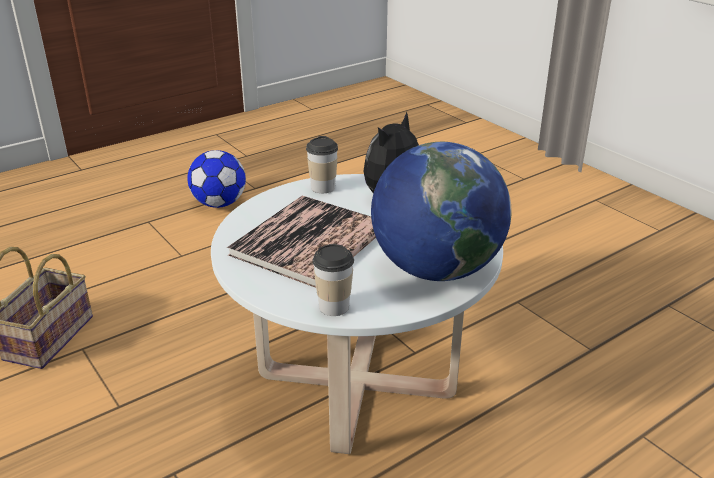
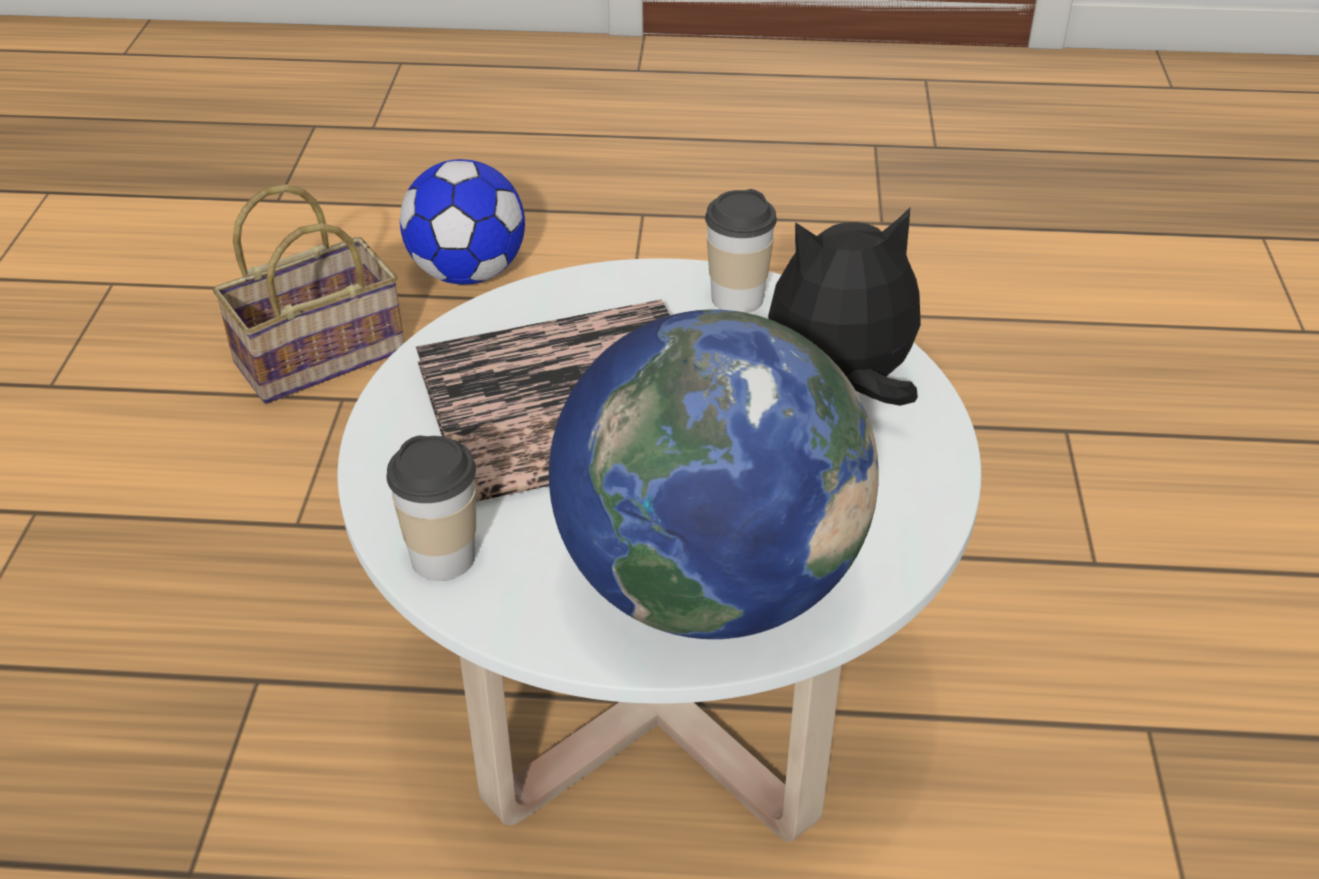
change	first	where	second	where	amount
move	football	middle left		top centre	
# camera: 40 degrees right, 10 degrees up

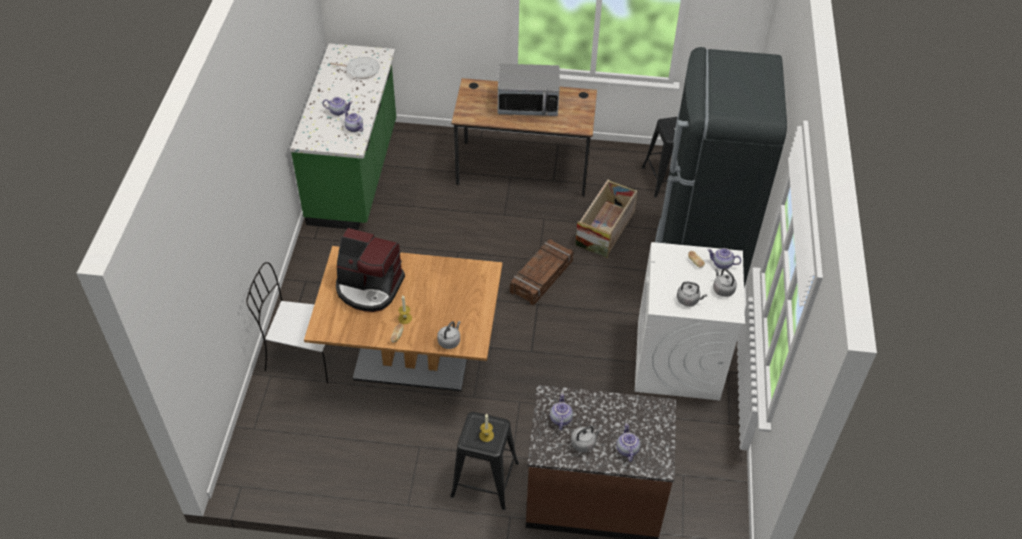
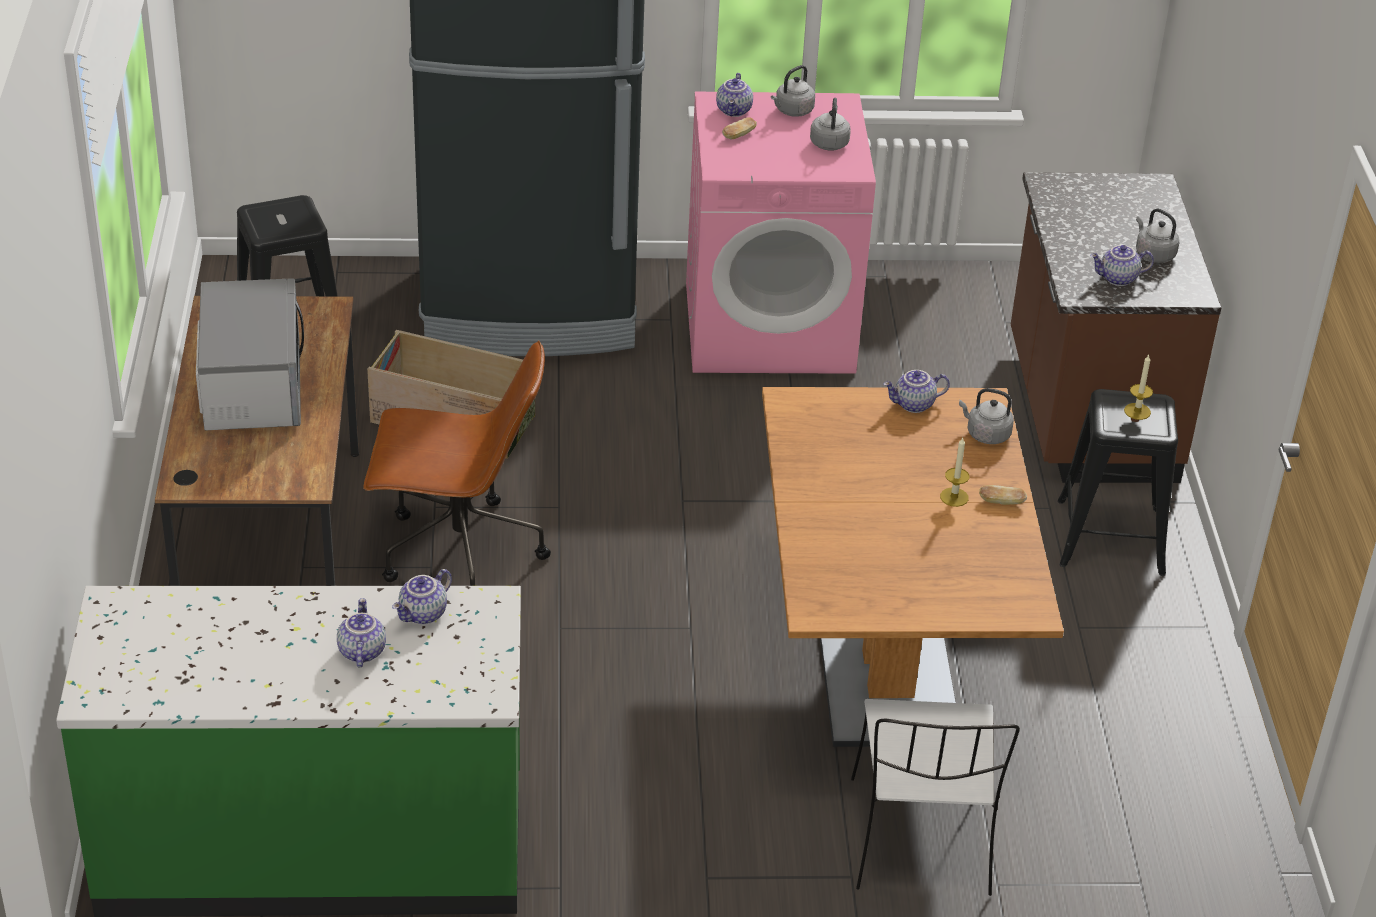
change	first	where	second	where	amount
delete	frying pan	top centre			
delete	coffee machine	centre			
delete	crate (1st from left)	centre			
move	teapot (4th from left)	bottom centre		centre	
recolor	washing machine/white	middle right	washing machine/pink	top centre	
insert			office chair/brown	middle left	
# camera: 100 degrees left, 10 degrees down

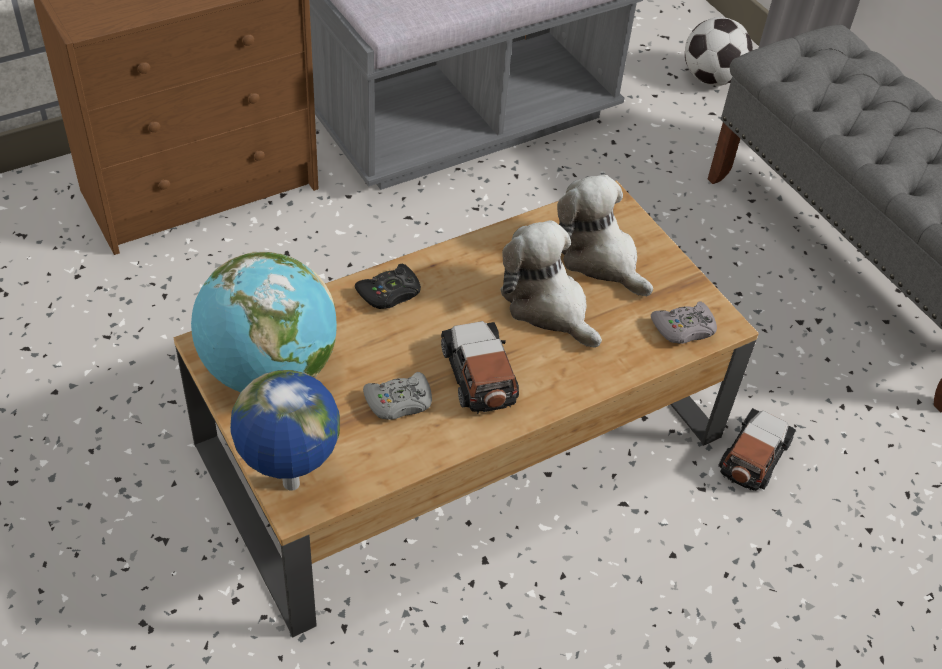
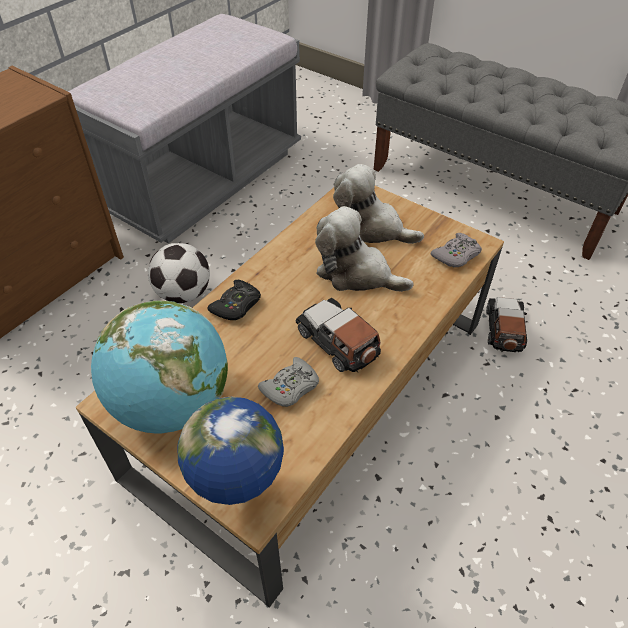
change	first	where	second	where	amount
move	football	top right		middle left	
# camera: 20 degrees left, 0 degrees up

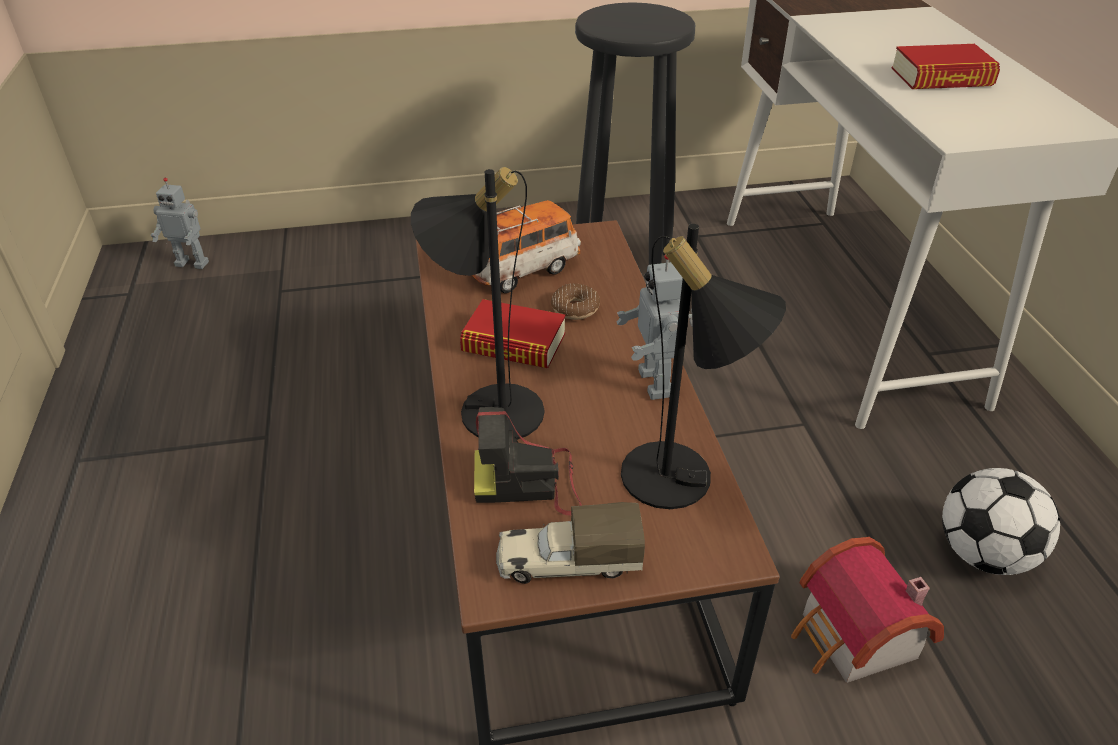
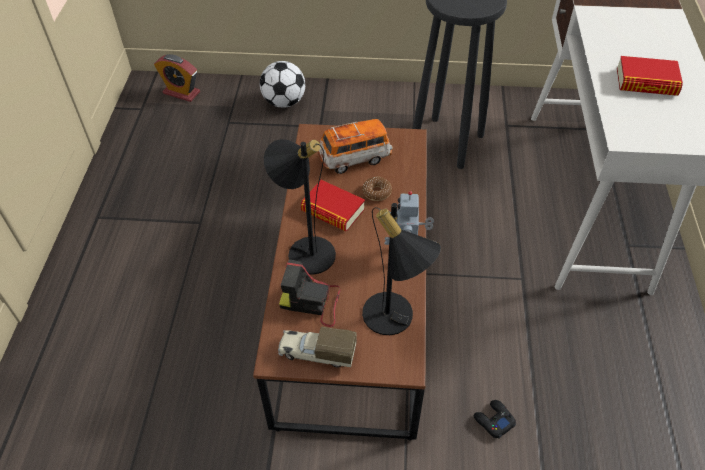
change	first	where	second	where	amount
replace	toy robot (1st from left)	top left	alarm clock	top left	
replace	toy house	bottom right	game controller/black	bottom right	
move	football	bottom right		top centre	
# camera: 15 degrees right, 10 degrees up

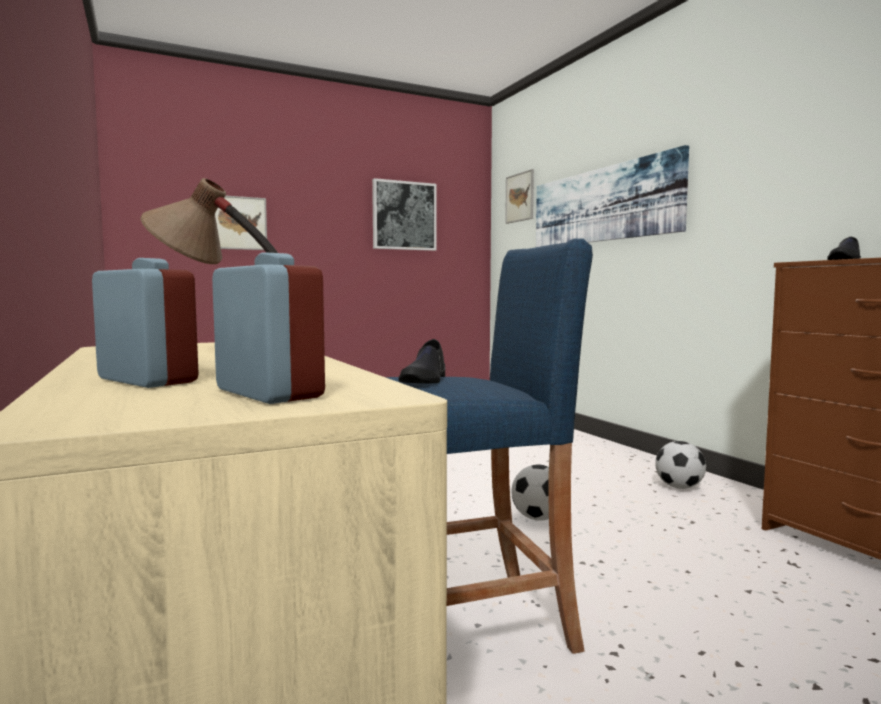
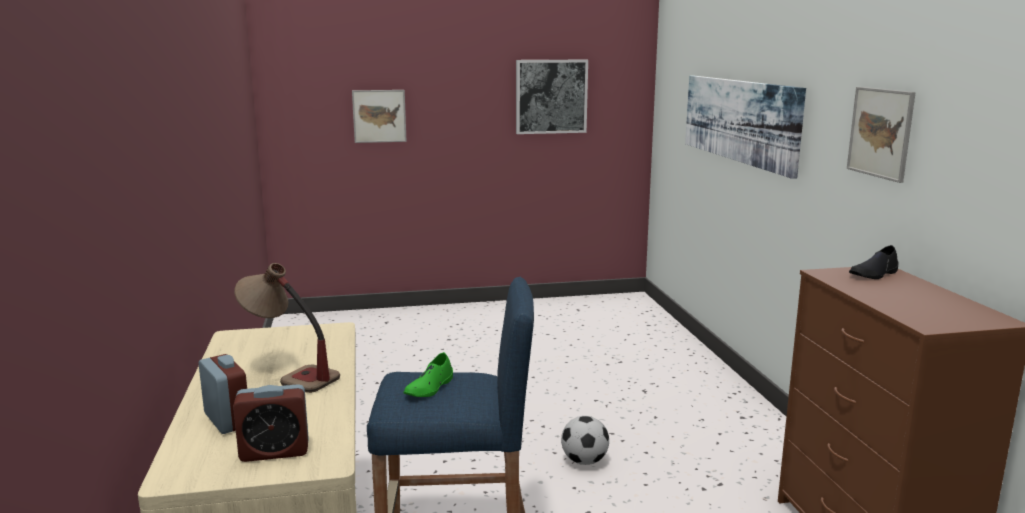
change	first	where	second	where	amount
rotate	alarm clock (2nd from left)	middle left		bottom left	105 degrees clockwise
recolor	shoe/black (1st from left)	centre	shoe/green	bottom centre	
move	picture (3rd from left in the first image)	top centre	picture (4th from left)	top right	
delete	football (2nd from left)	middle right			
# camera: 15 degrees right, 10 degrees up

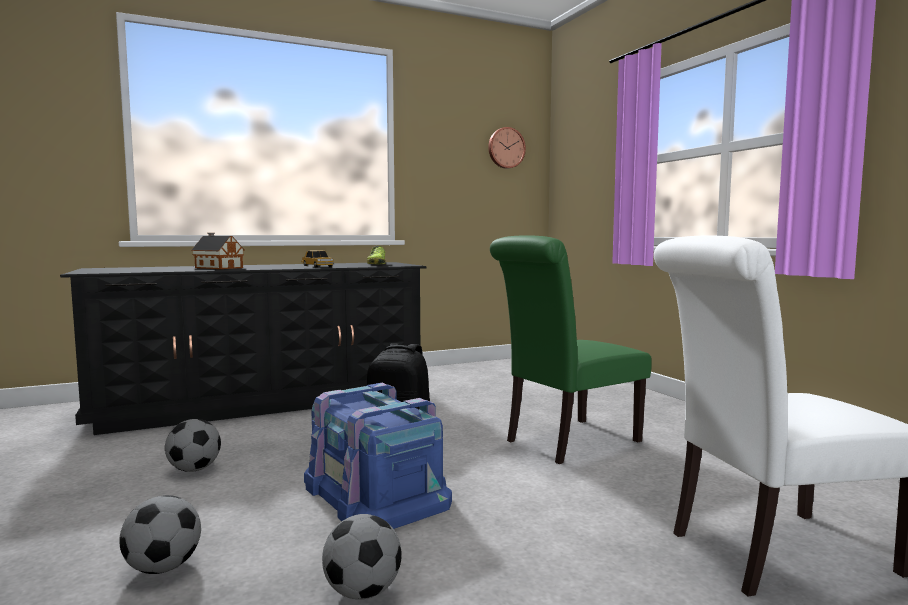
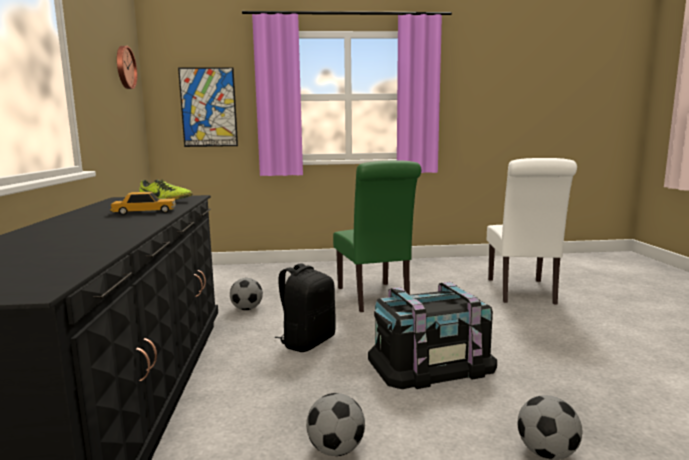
change	first	where	second	where	amount
delete	toy house	middle left			
recolor	storage box/blue	bottom centre	storage box/black	bottom centre	
move	football (3rd from left in the first image)	bottom centre	football (1st from left)	centre	
insert			picture	top left	
# camera: 70 degrees left, 5 degrees up

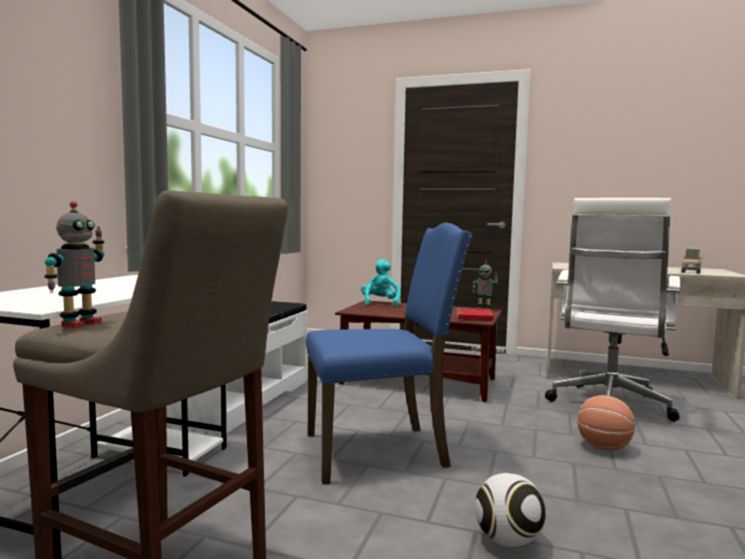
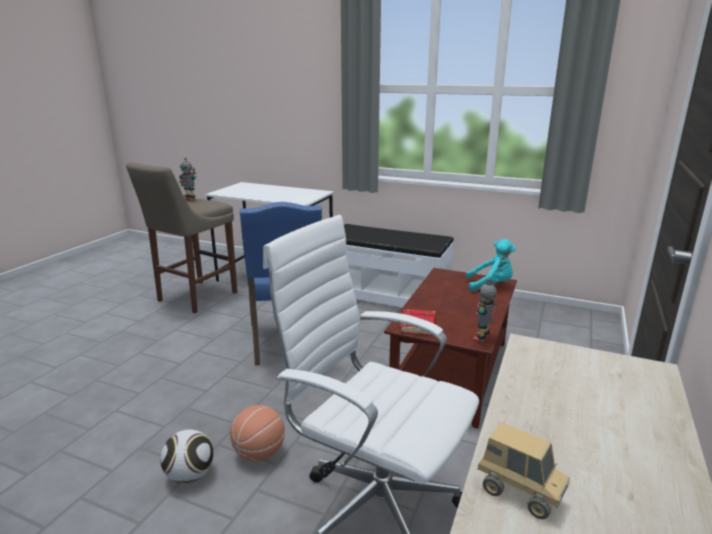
change	first	where	second	where	amount
move	football	bottom right		bottom left	
# camera: 95 degrees right, 15 degrees up

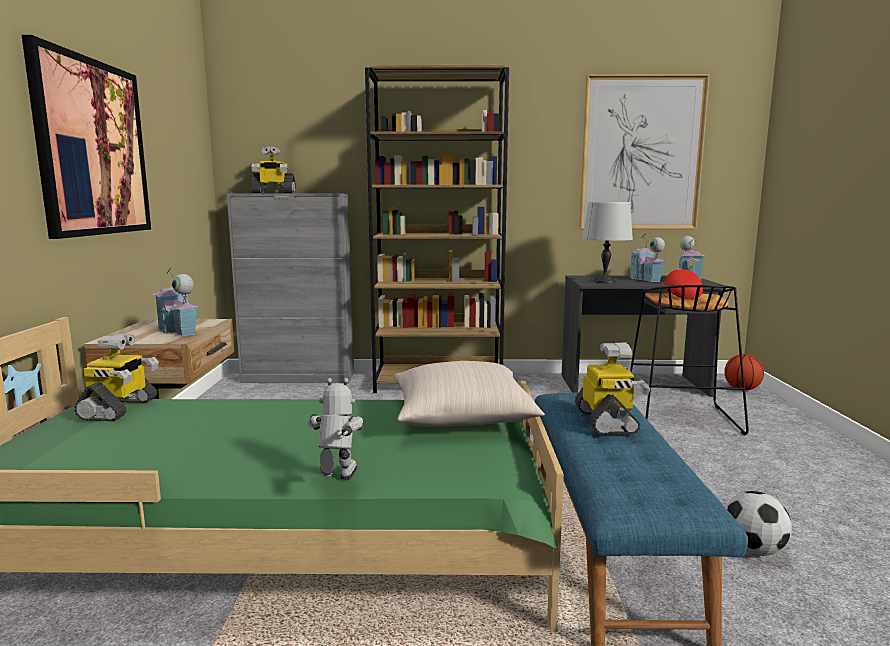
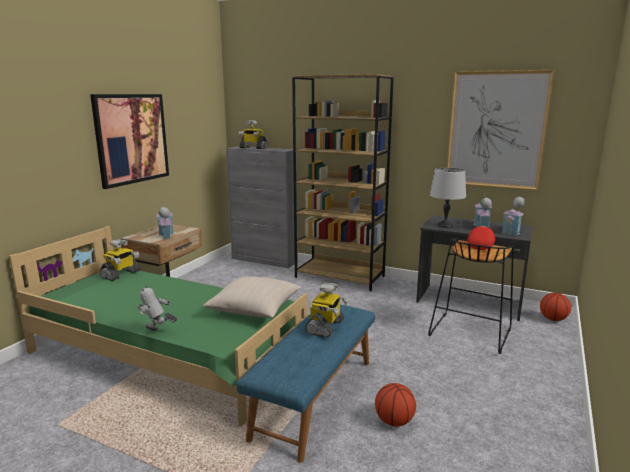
change	first	where	second	where	amount
rotate	toy robot (3rd from left in the first image)	centre	toy robot (2nd from left)	middle left	105 degrees counterclockwise
replace	football	bottom right	basketball (1st from left)	bottom centre	
# camera: 25 degrees right, 5 degrees up

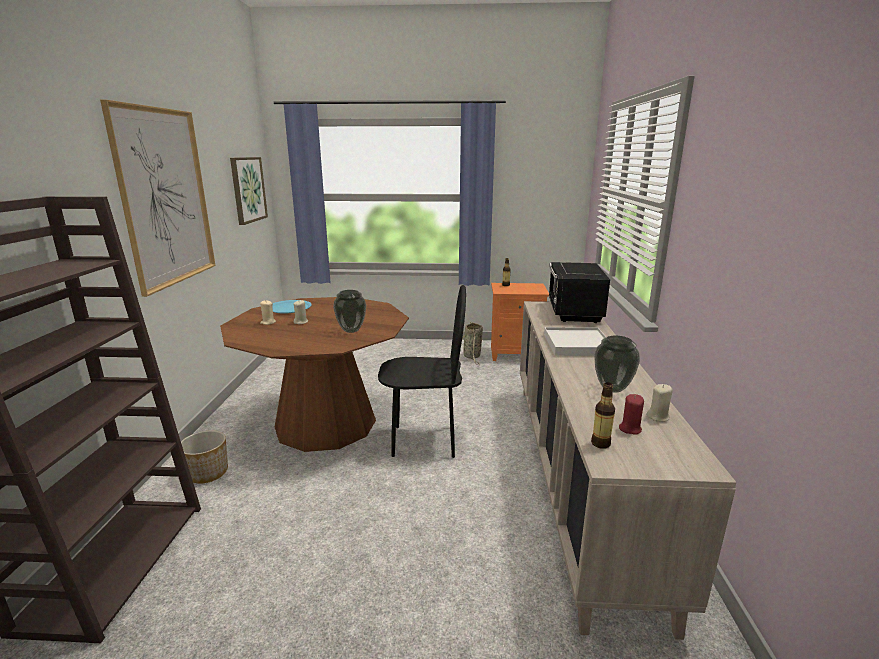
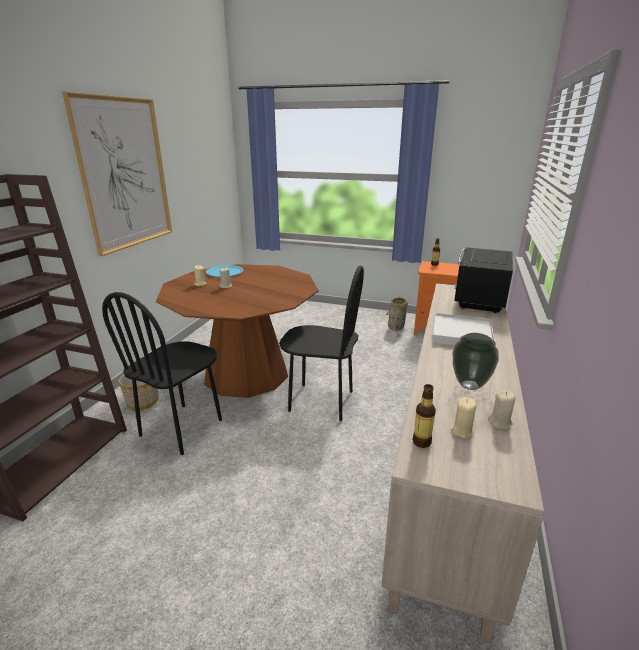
change	first	where	second	where	amount
delete	picture (2nd from left)	top left			
delete	vase (1st from left)	centre			
recolor	candle/red	middle right	candle/beige (3rd from left)	middle right	
insert			chair/black (1st from left)	middle left	
# camera: 15 degrees right, 5 degrees up

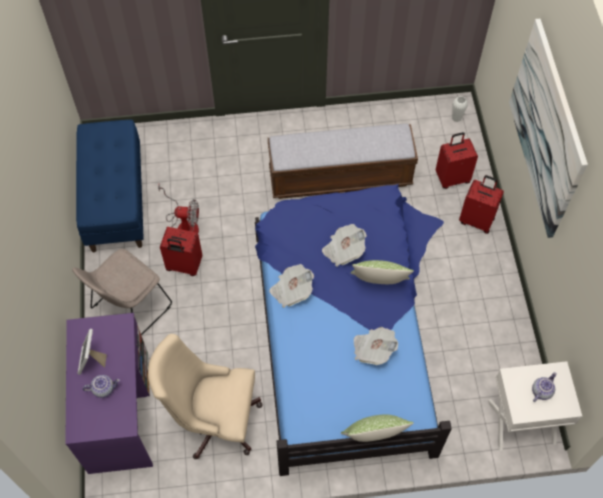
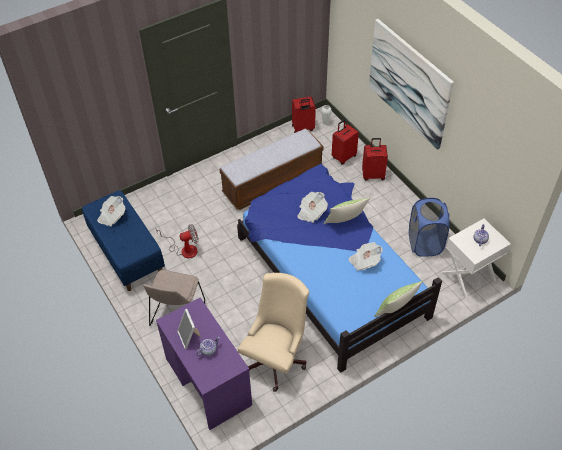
change	first	where	second	where	amount
rotate	office chair/beige	bottom centre		bottom centre	135 degrees clockwise
move	suitcase/red (1st from left)	middle left		top centre	
move	newspaper (1st from left)	centre		middle left	
insert			laundry basket/blue	middle right	
# camera: 25 degrees left, 10 degrees down

